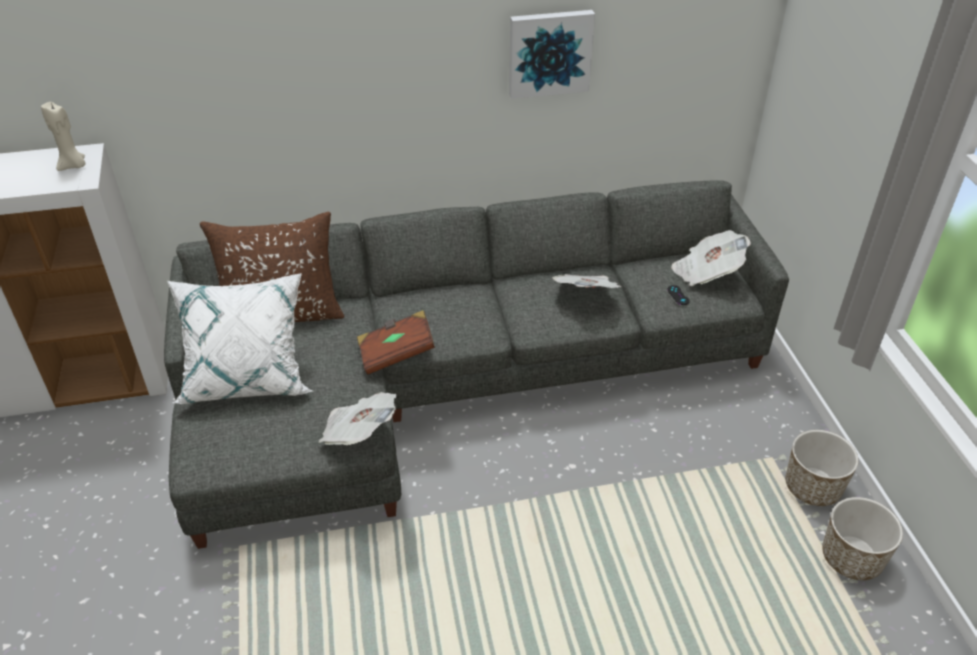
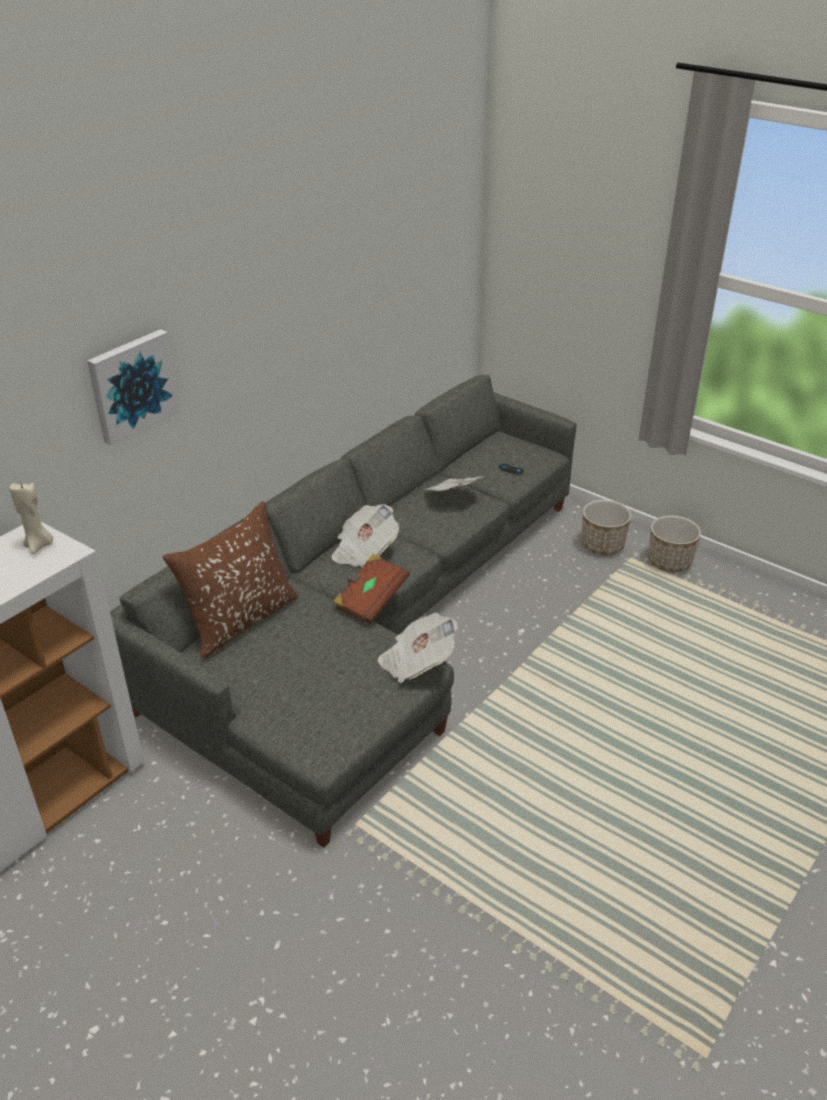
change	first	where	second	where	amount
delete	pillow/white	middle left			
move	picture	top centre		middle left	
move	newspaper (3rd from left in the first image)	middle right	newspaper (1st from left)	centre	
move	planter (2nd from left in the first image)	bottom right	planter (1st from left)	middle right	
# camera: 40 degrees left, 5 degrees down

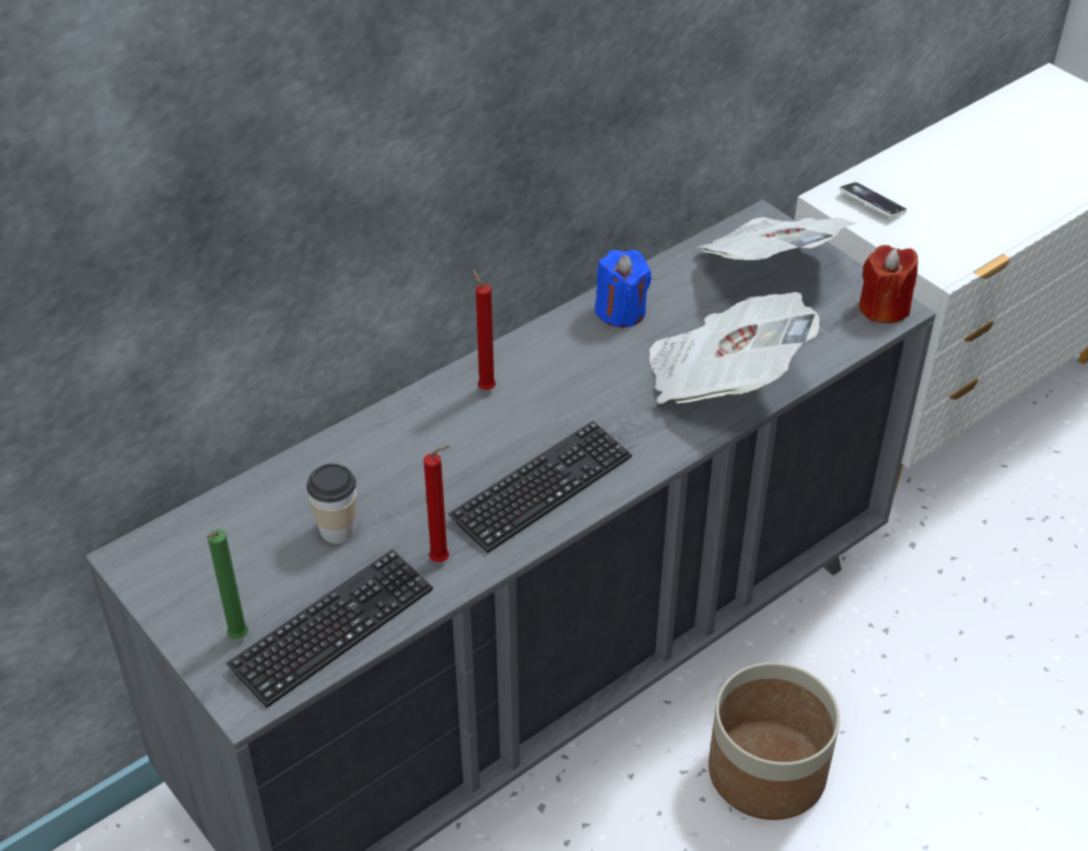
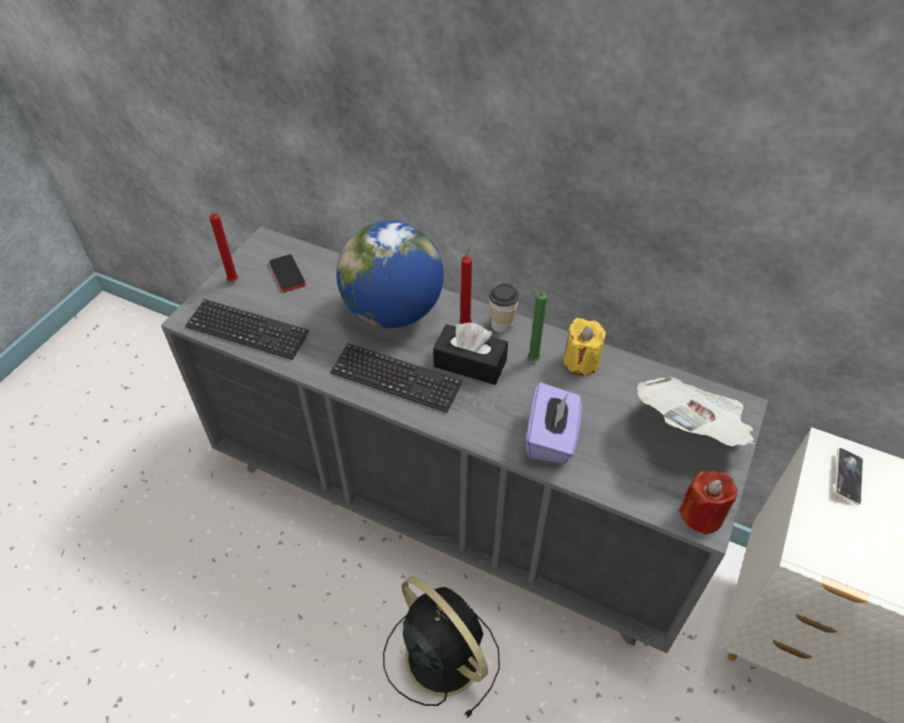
change	first	where	second	where	amount
move	candle/green	bottom left		centre	
move	cup	middle left		centre	
move	candle/red (1st from left)	centre		middle left	
recolor	candle/blue	centre	candle/yellow	centre	
replace	newspaper (1st from left)	middle right	tissue box/purple	centre	
replace	planter	bottom right	fan/black	bottom centre	
insert			phone (1st from left)	middle left	
insert			globe	centre	
insert			tissue box/black	centre	
# camera: 65 degrees right, 5 degrees up

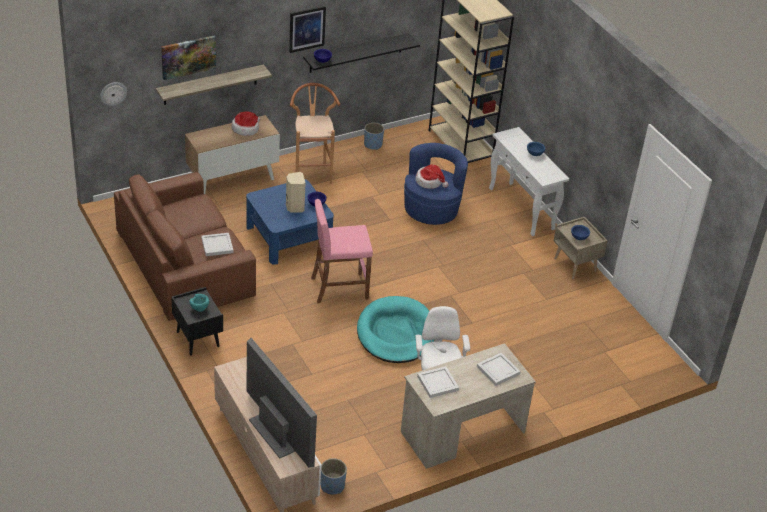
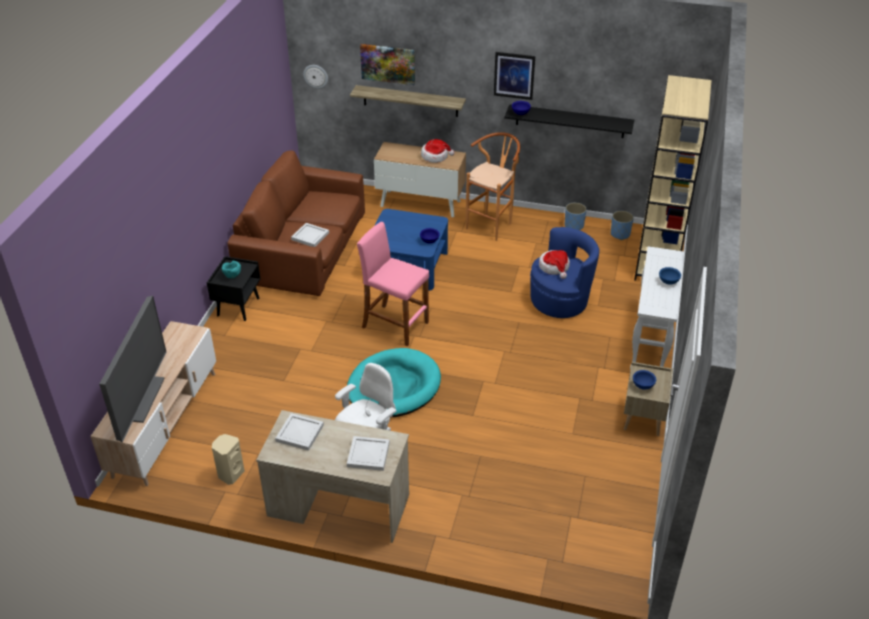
change	first	where	second	where	amount
move	speaker/beige	centre		bottom left	
move	planter/blue (1st from left in the first image)	bottom centre	planter/blue (2nd from left)	middle right	
# camera: 45 degrees right, 0 degrees up

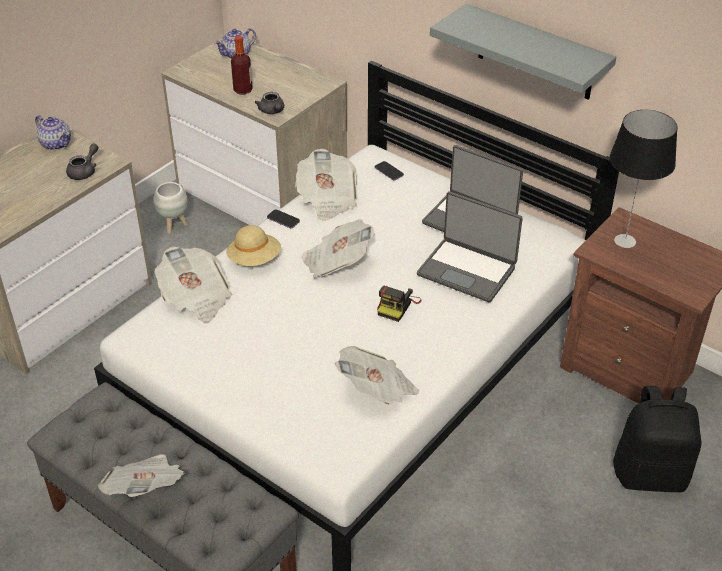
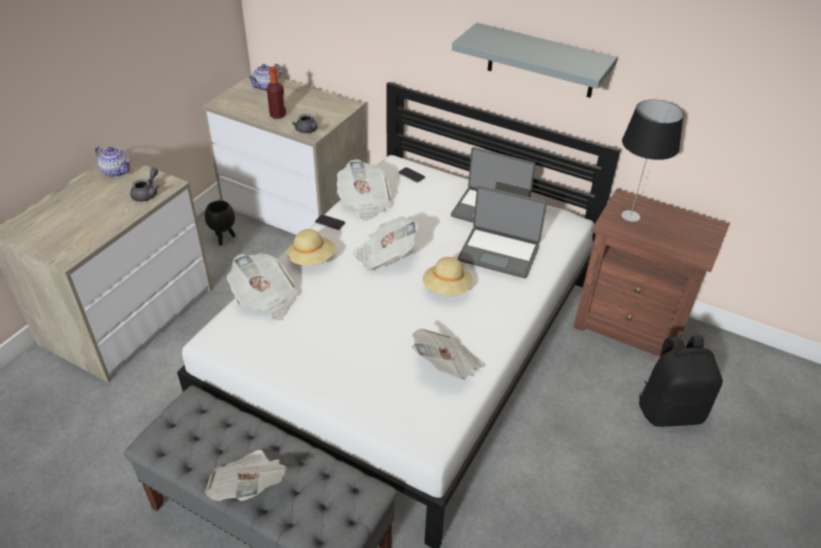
change	first	where	second	where	amount
recolor	planter/white	middle left	planter/black	middle left	
replace	photo camera	centre	hat/beige (2nd from left)	centre	
# camera: 10 degrees left, 0 degrees up

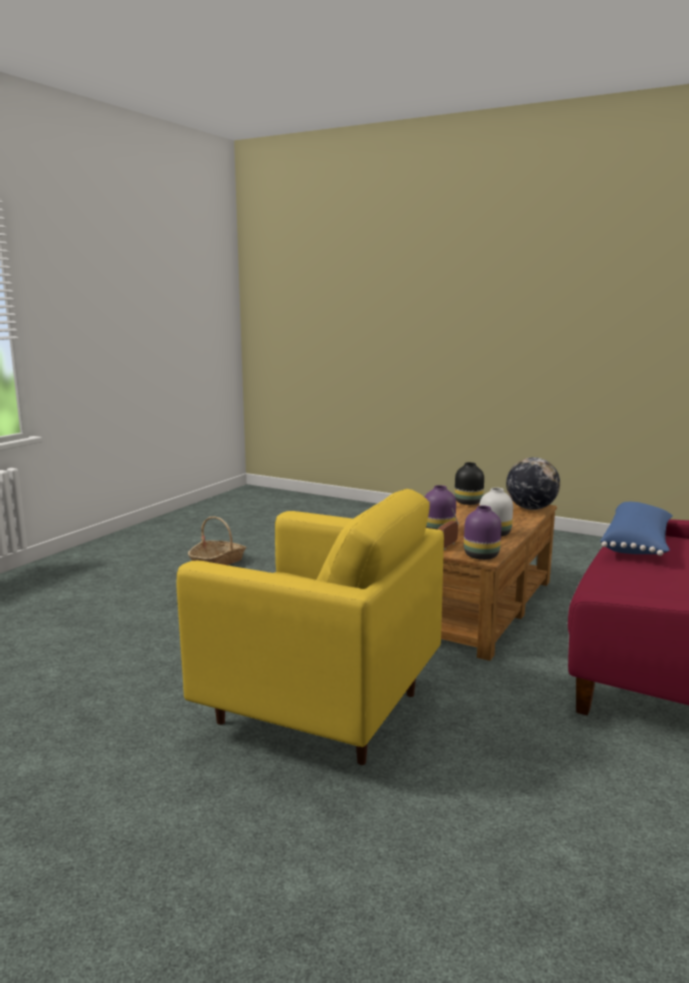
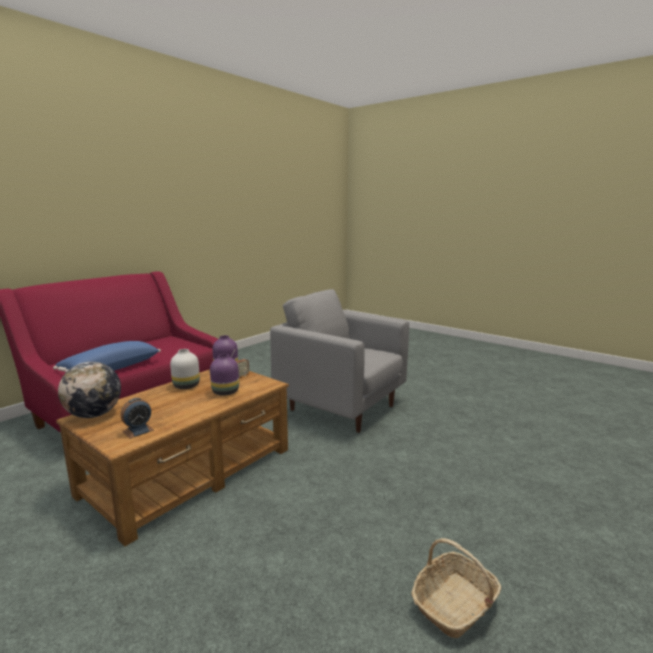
change	first	where	second	where	amount
recolor	armchair/yellow	centre	armchair/grey	centre	
replace	vase/black	middle right	alarm clock	middle left	
# camera: 170 degrees left, 0 degrees up

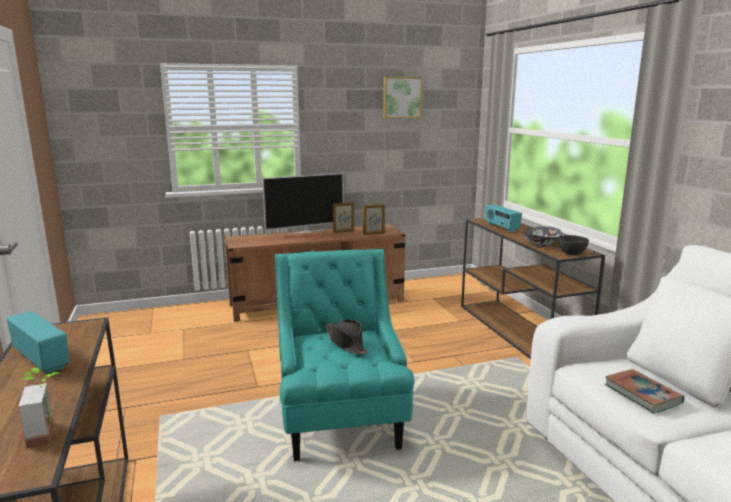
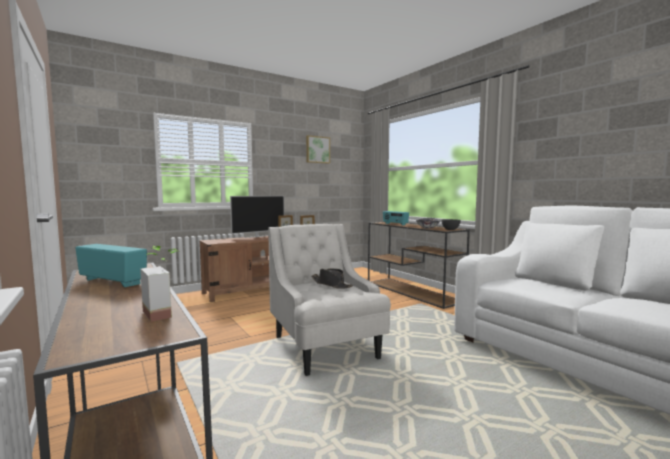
change	first	where	second	where	amount
recolor	armchair/turquoise	bottom centre	armchair/white	centre	
delete	book	bottom right			
# camera: 15 degrees left, 10 degrees down

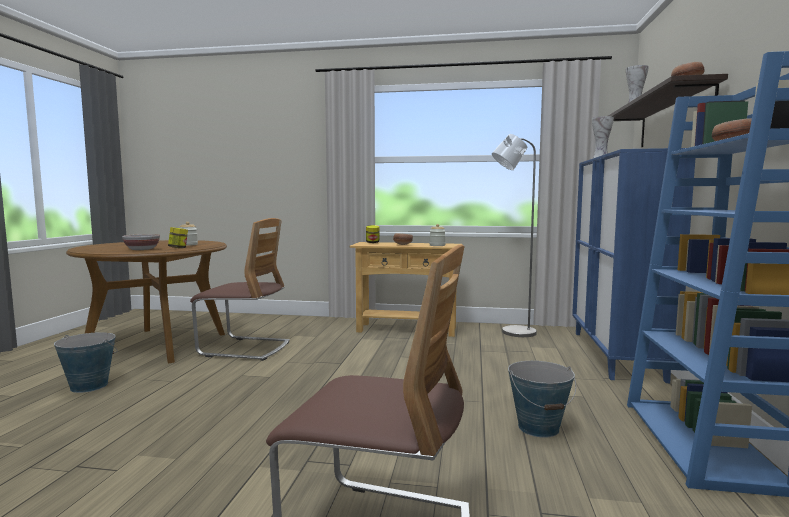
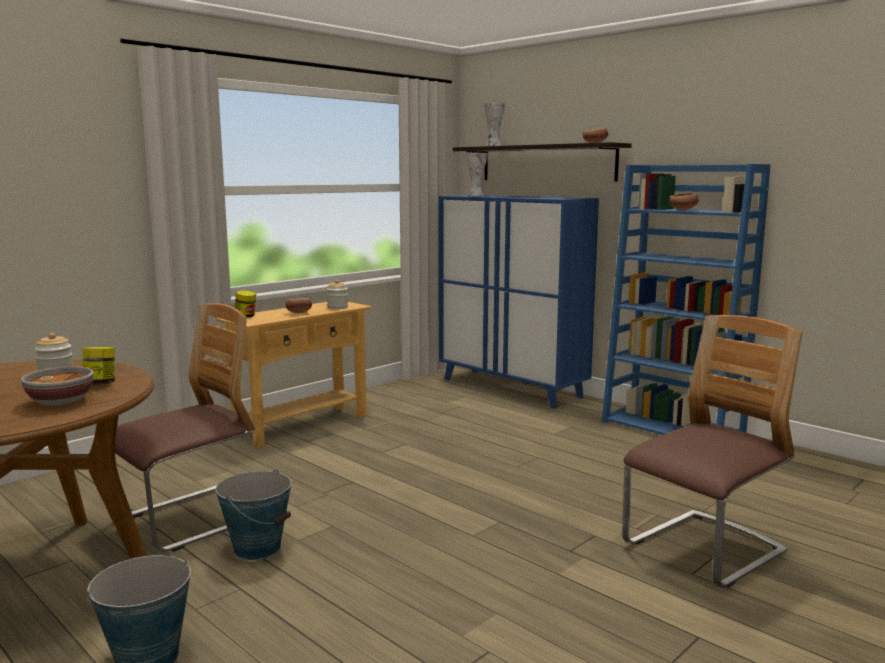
change	first	where	second	where	amount
delete	floor lamp/grey	centre			
move	bucket (2nd from left)	bottom right		bottom left	
# camera: 55 degrees left, 5 degrees up

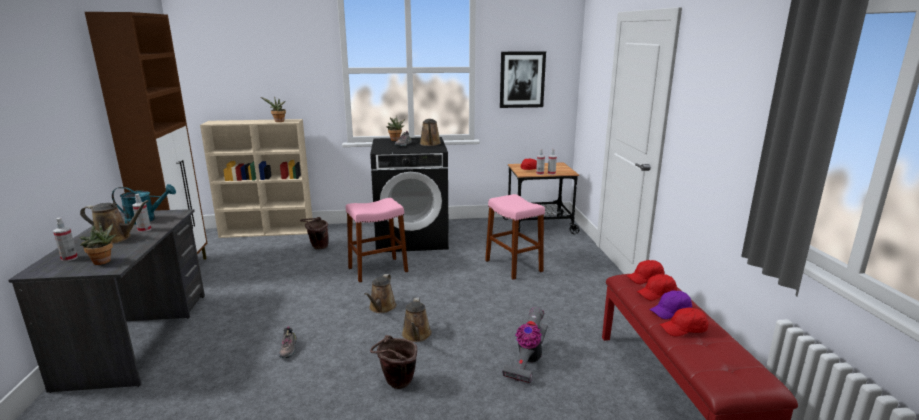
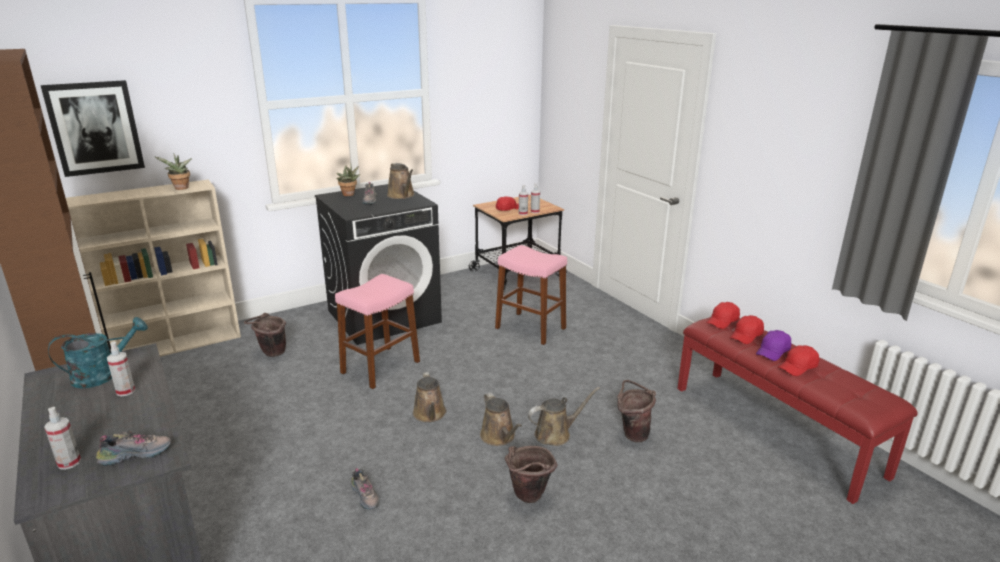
change	first	where	second	where	amount
move	watering can/brown (1st from left in the first image)	middle left	watering can/brown (4th from left)	bottom centre	
replace	potted plant (1st from left)	middle left	shoe (1st from left)	bottom left	
move	picture	top centre		top left	
replace	vacuum cleaner	bottom centre	bucket/brown (3rd from left)	bottom centre	
# camera: 25 degrees left, 5 degrees up

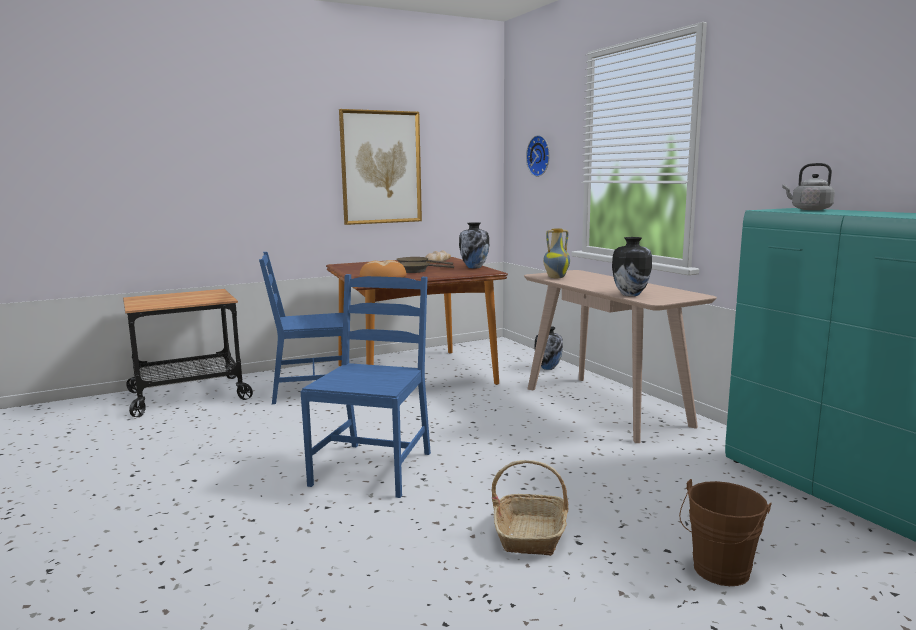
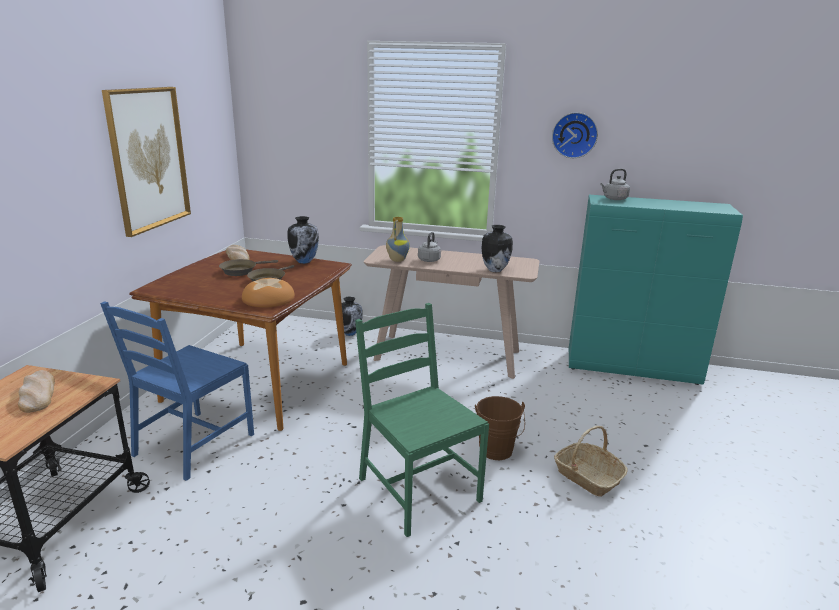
change	first	where	second	where	amount
recolor	chair/blue (2nd from left)	centre	chair/green	bottom centre	
move	wall clock	top centre		top right	
move	bucket/brown	bottom right		bottom centre	
insert			bread (1st from left)	middle left	
insert			kettle/grey (1st from left)	centre	
# camera: 50 degrees left, 10 degrees up

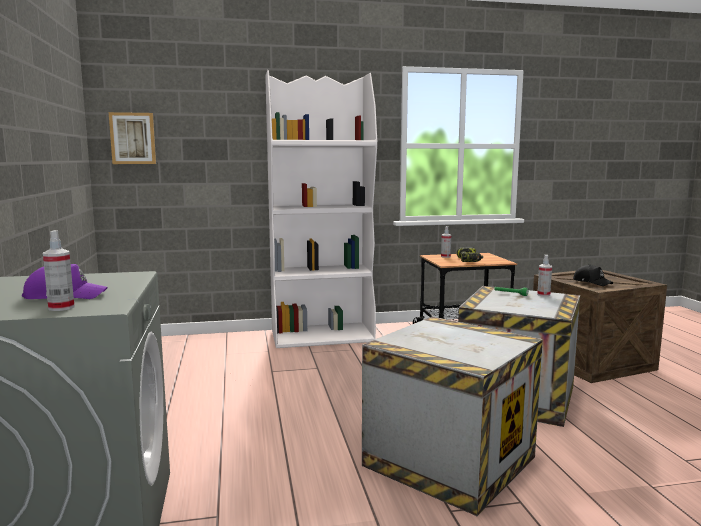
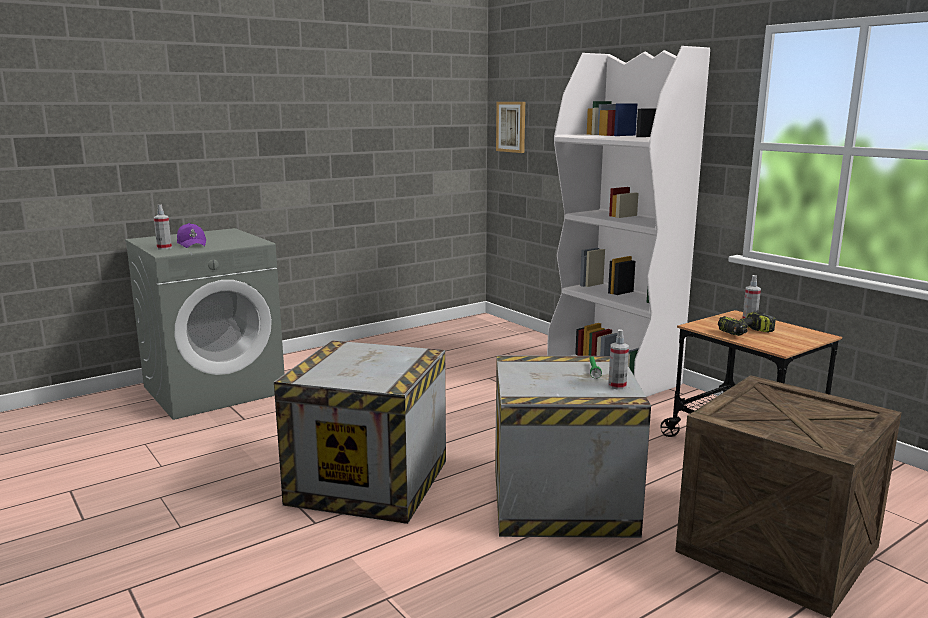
change	first	where	second	where	amount
delete	cap/black	middle right			
# camera: 65 degrees right, 5 degrees up

